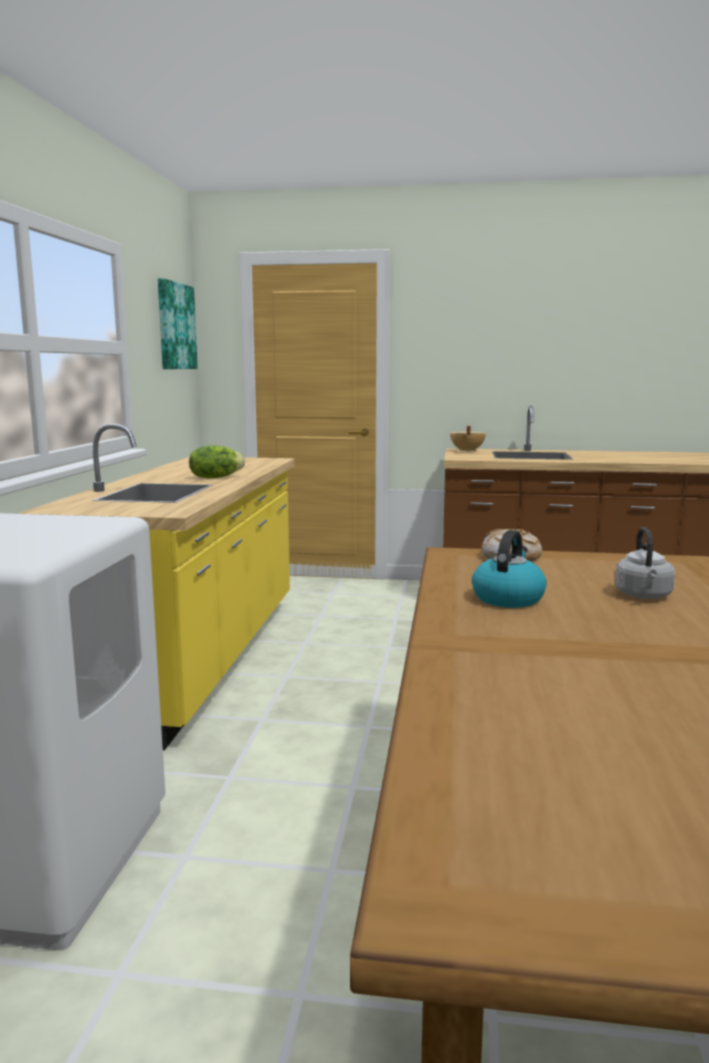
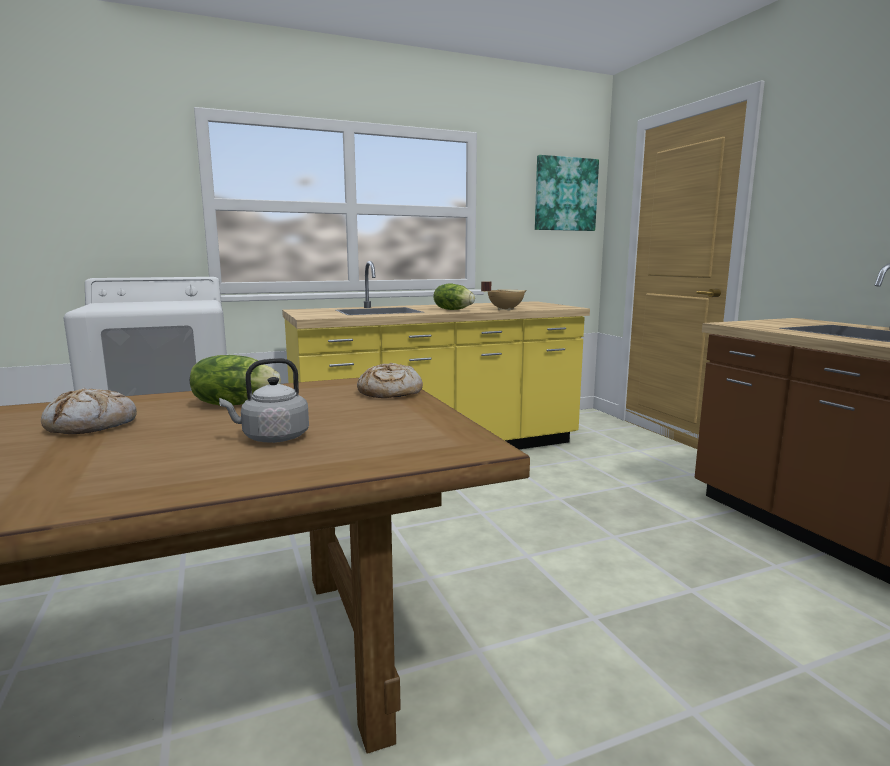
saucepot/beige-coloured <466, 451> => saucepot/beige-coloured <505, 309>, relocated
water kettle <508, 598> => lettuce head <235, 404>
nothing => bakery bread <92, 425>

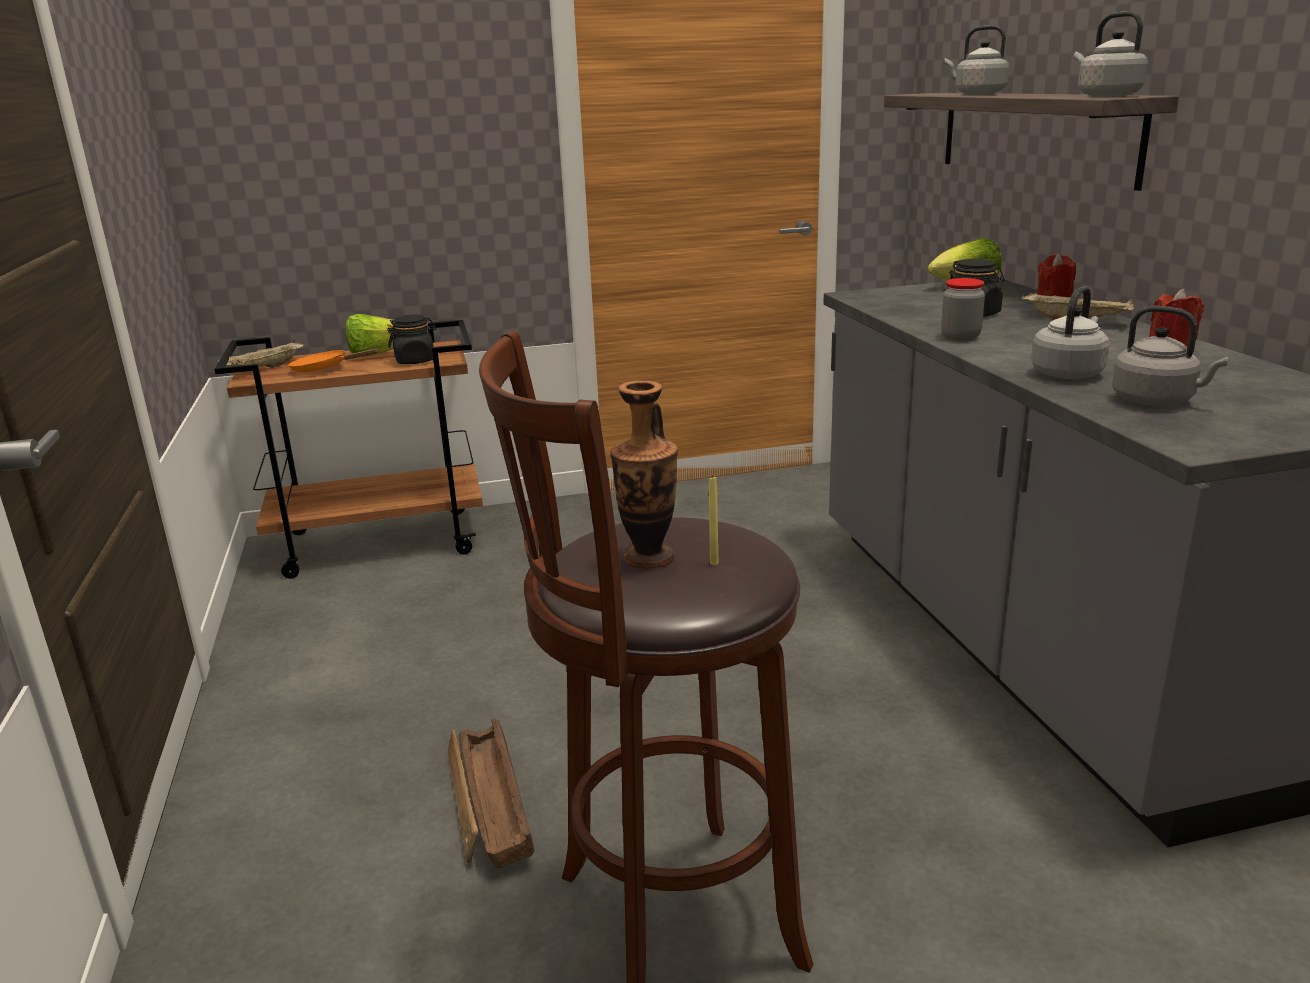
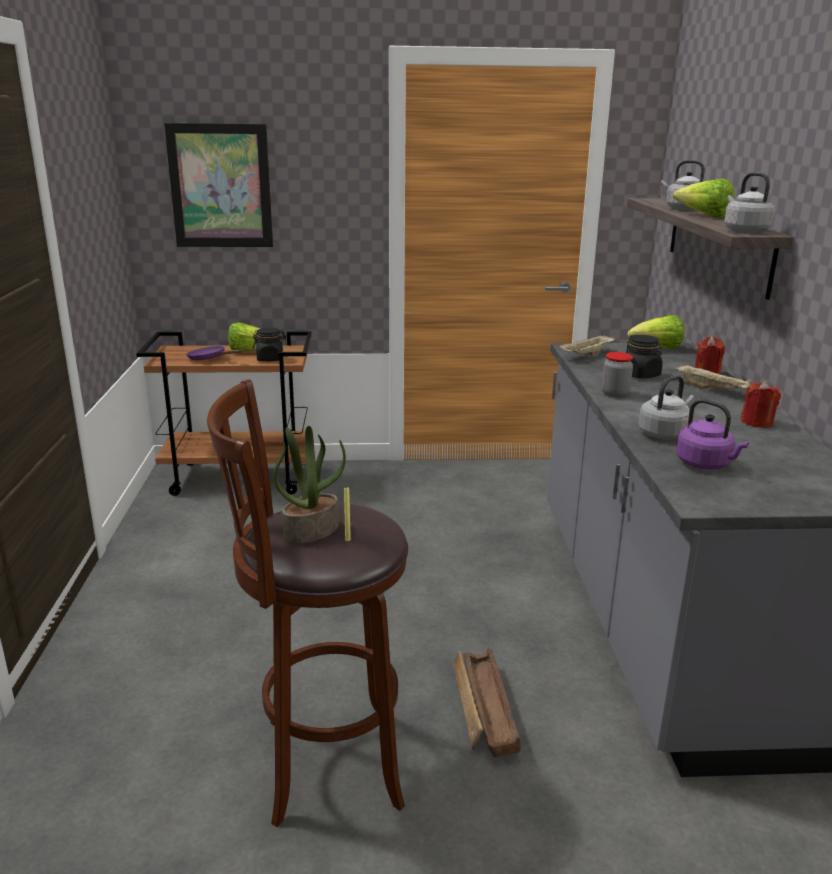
carrying tray/beige-coloured <265, 368> => carrying tray/beige-coloured <586, 355>, relocated
pan/orangey <325, 369> => pan/purple <210, 359>
packing crate <489, 806> => packing crate <484, 710>, relocated
decorative vase <648, 558> => potted plant <311, 530>
water kettle/gray <1157, 401> => water kettle/purple <706, 464>
nothing => picture <220, 186>
nothing => lettuce head <704, 216>

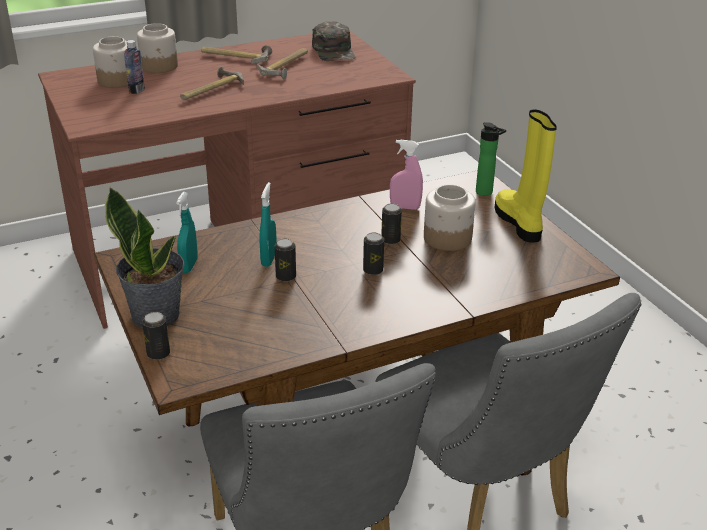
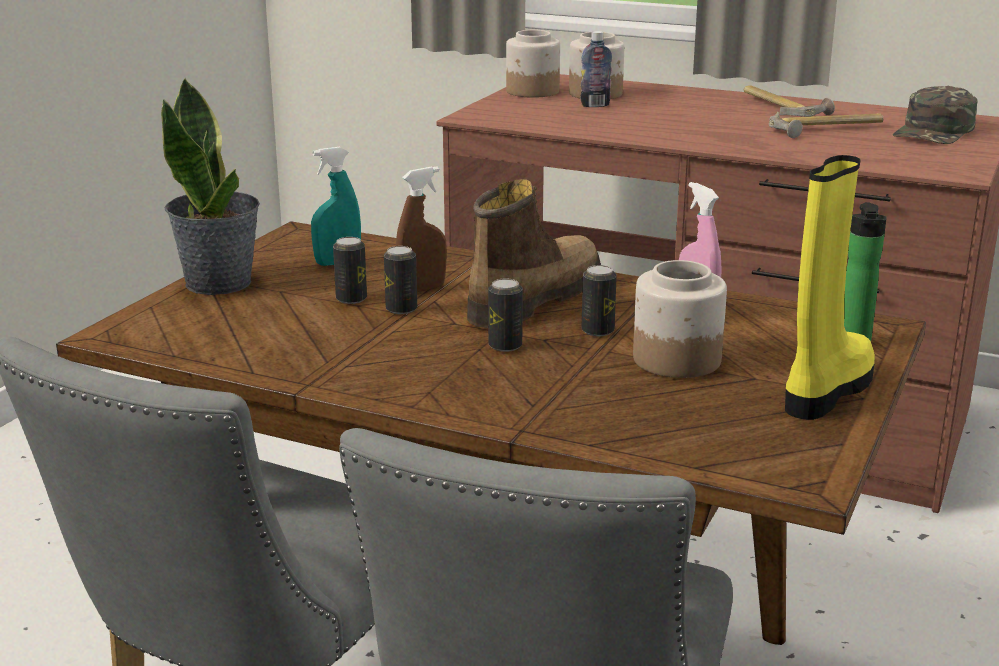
jar <159, 66> => jar <532, 91>, relocated
can <158, 354> => can <351, 299>, relocated
tool hammer <210, 89> => nothing
hand sprayer/turquoise <268, 259> => hand sprayer/brownish <422, 289>
nothing => boot <532, 299>

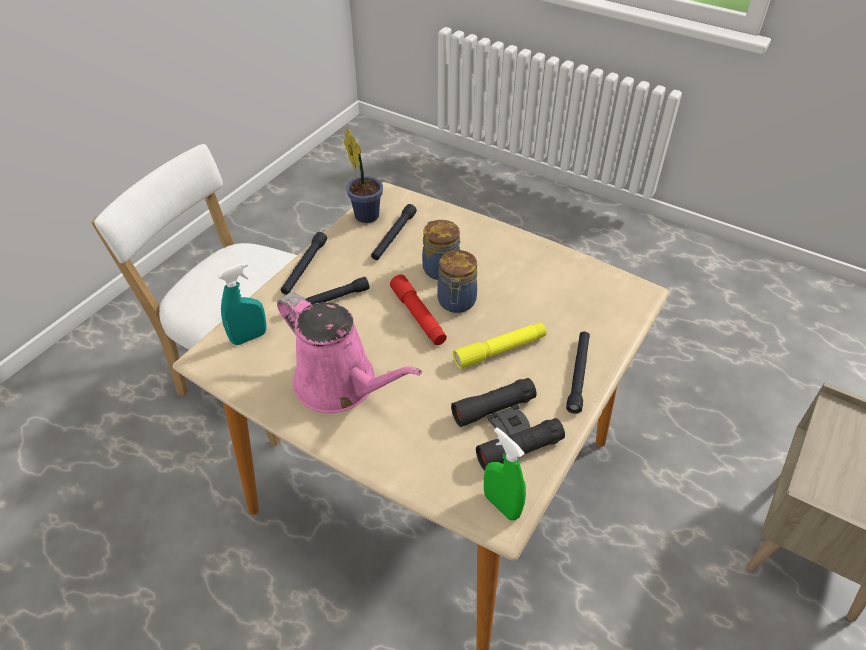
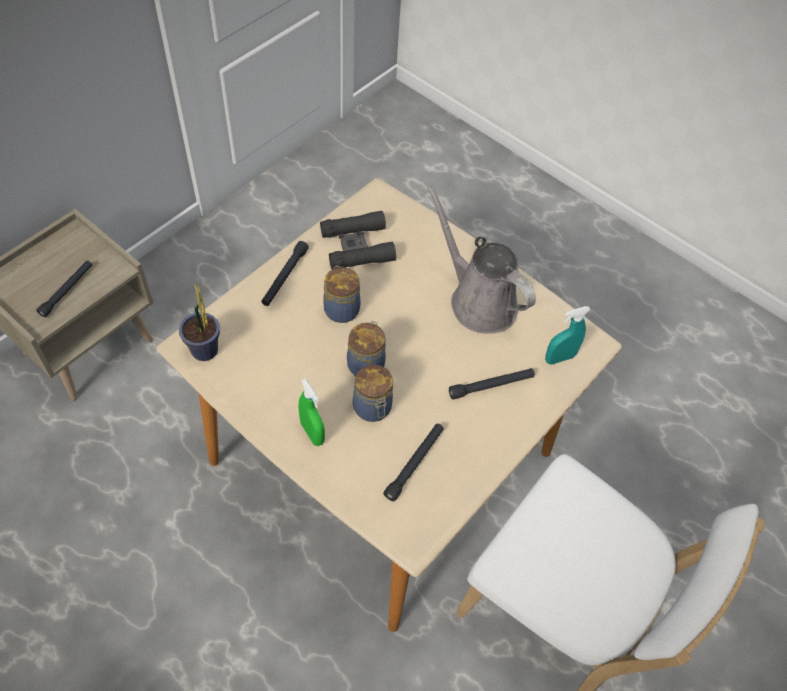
sprinkling can/pink <341, 385> => sprinkling can/gray <478, 300>
flashlight/black <304, 268> => flashlight/black <67, 291>, relocated
potted plant <365, 214> => potted plant <205, 353>, relocated
flashlight/red-coloured <418, 316> => nothing
flashlight/yellow <500, 350> => jar <341, 308>
hand sprayer/green <501, 505> => hand sprayer/green <312, 433>, relocated

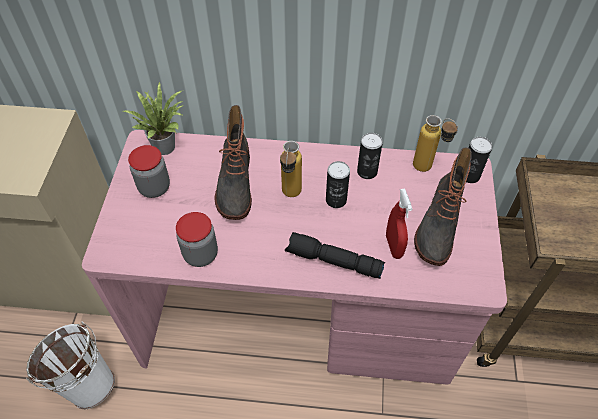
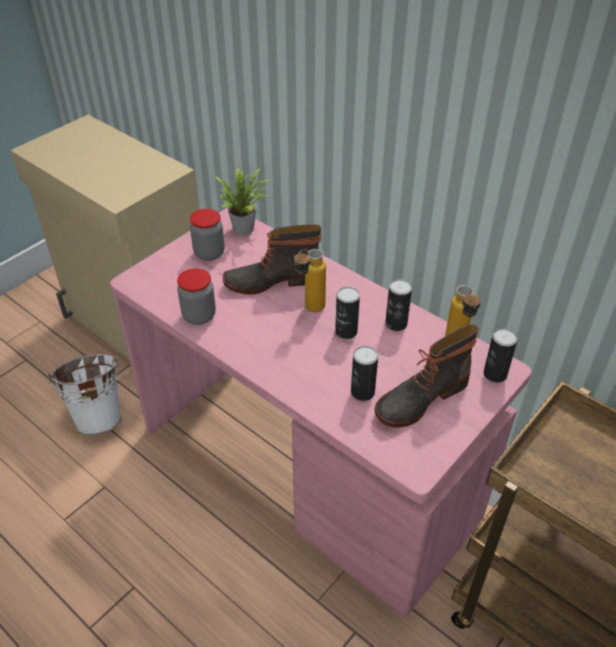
boot <234, 185> => boot <272, 280>, 45 degrees clockwise
flashlight/black <333, 261> => nothing
hand sprayer/red-coloured <393, 246> => can <362, 392>

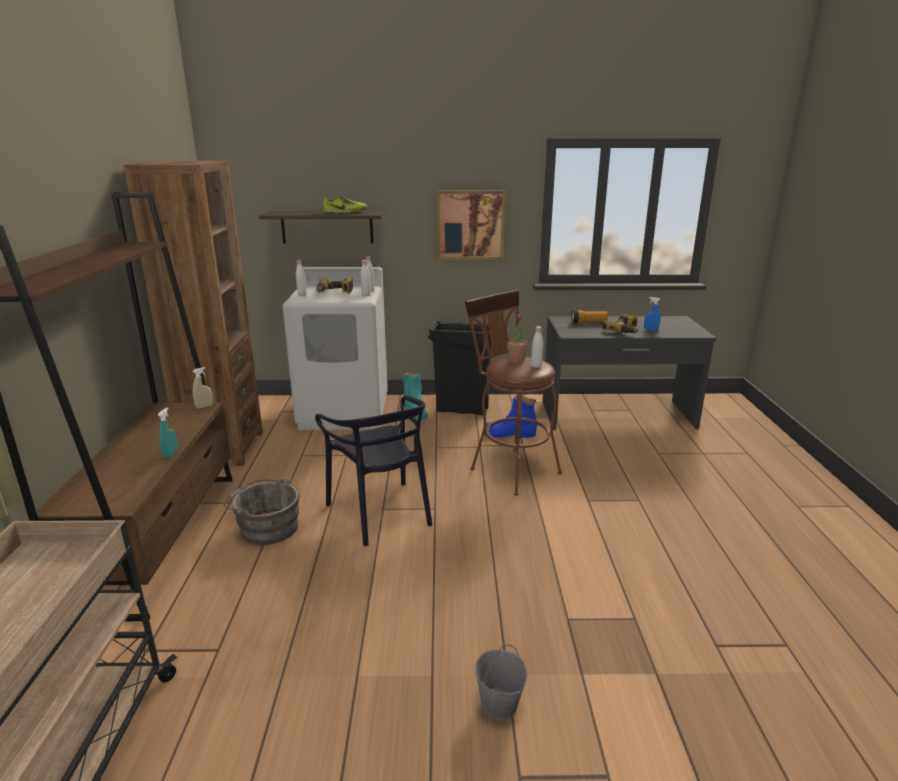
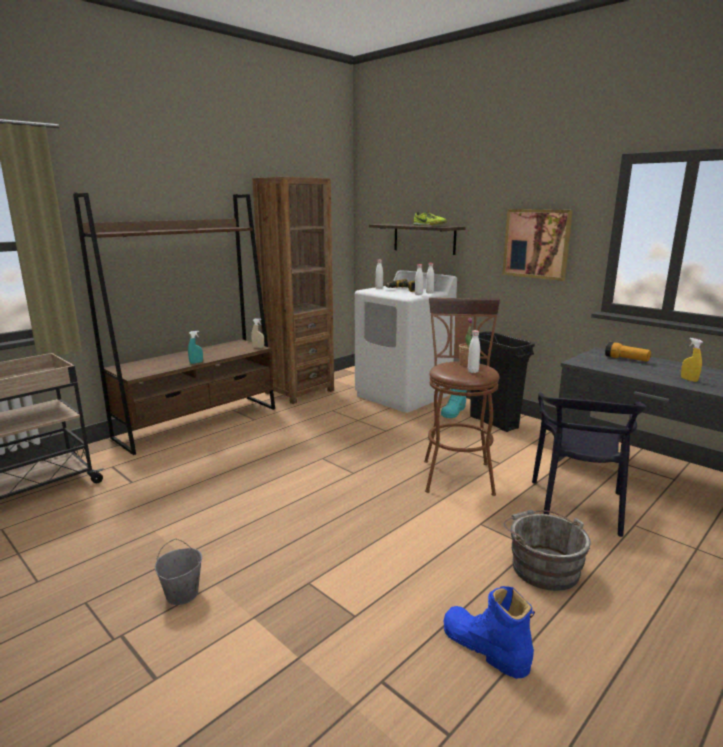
water bucket/gray <266, 527> => water bucket/gray <542, 566>, relocated
upright chair/black <381, 512> => upright chair/black <577, 506>, relocated
boot/blue <510, 434> => boot/blue <485, 647>, relocated
drill <624, 330> => nothing
hand sprayer/blue <650, 330> => hand sprayer/yellow <689, 380>

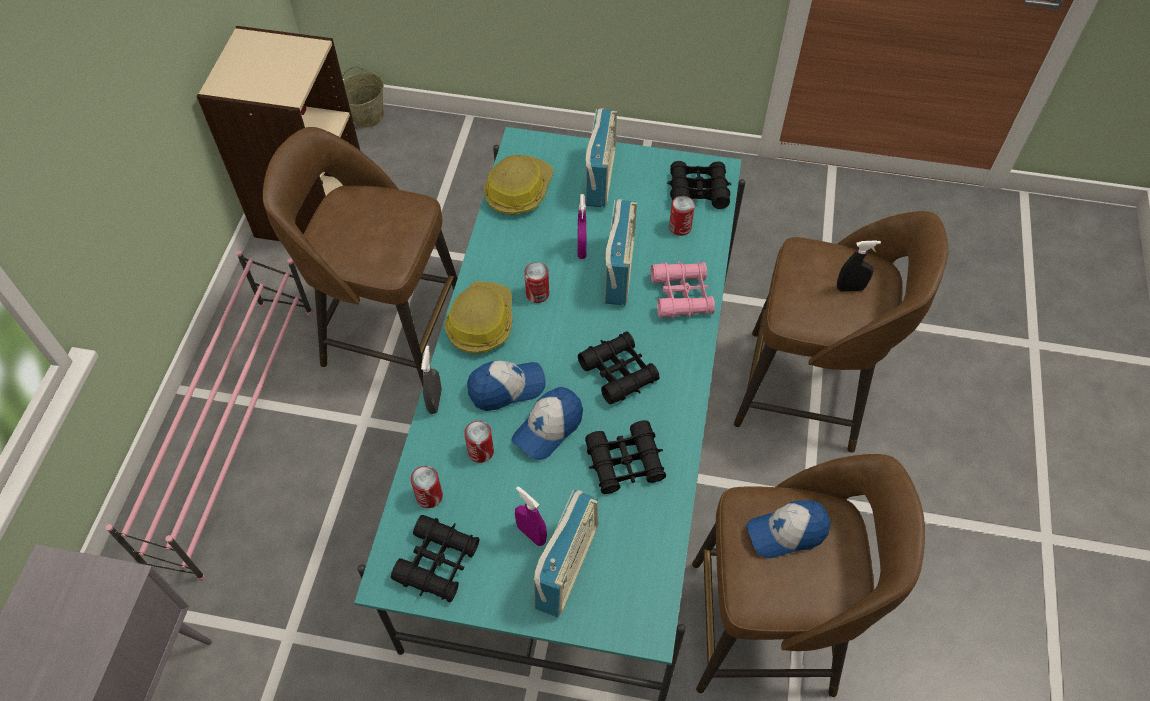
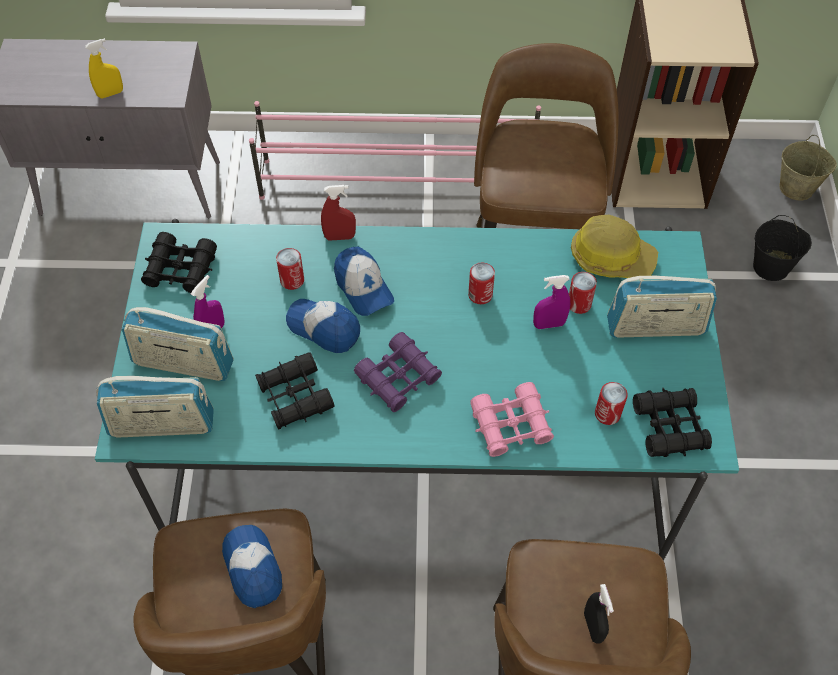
can <429, 496> => can <579, 304>, relocated
hand sprayer/gray <434, 401> => hand sprayer/red-coloured <339, 237>
safety helmet <480, 323> => nothing
pair of binoculars/black <618, 372> => pair of binoculars/purple <398, 378>
radio set <618, 271> => radio set <162, 425>, relocated
nothing => hand sprayer/yellow <110, 93>
nothing => water bucket/black <771, 267>

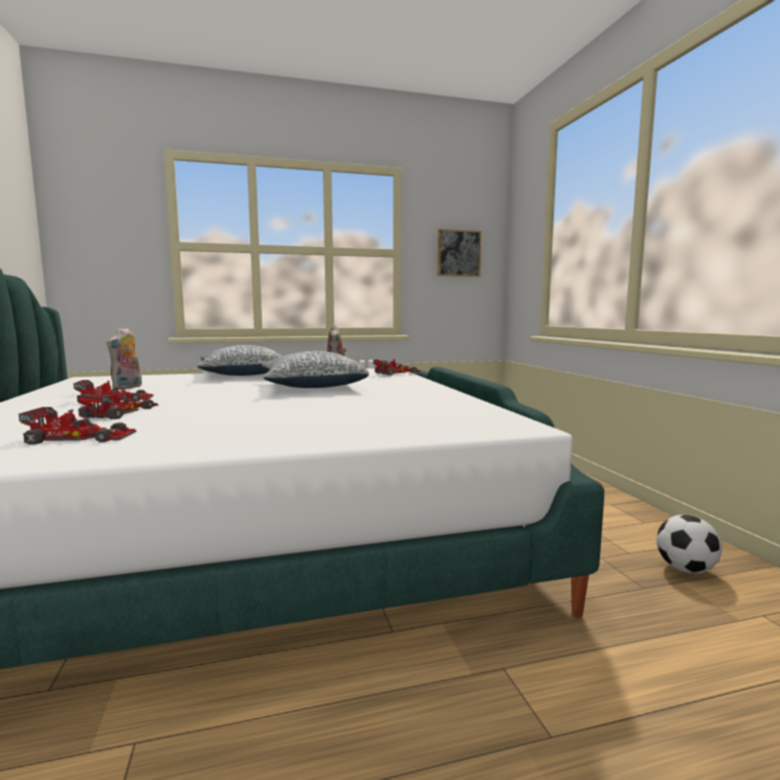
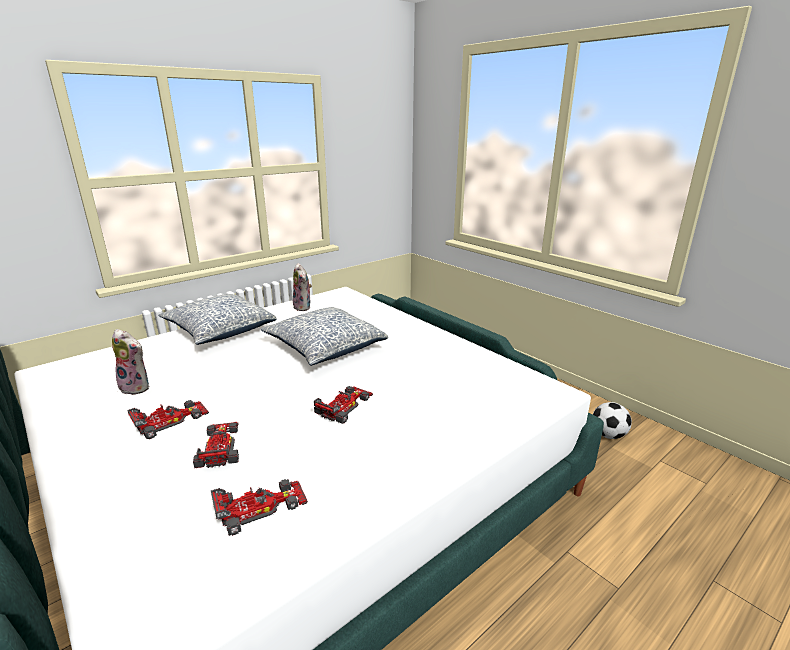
cuddly toy <127, 387> => cuddly toy <137, 387>, 60 degrees counterclockwise
model car <397, 372> => model car <344, 406>, relocated
picture <458, 253> => nothing

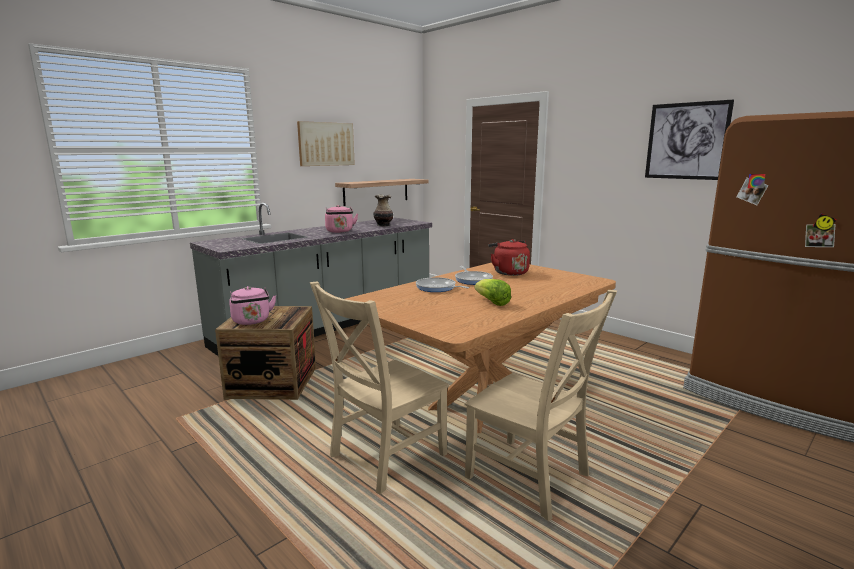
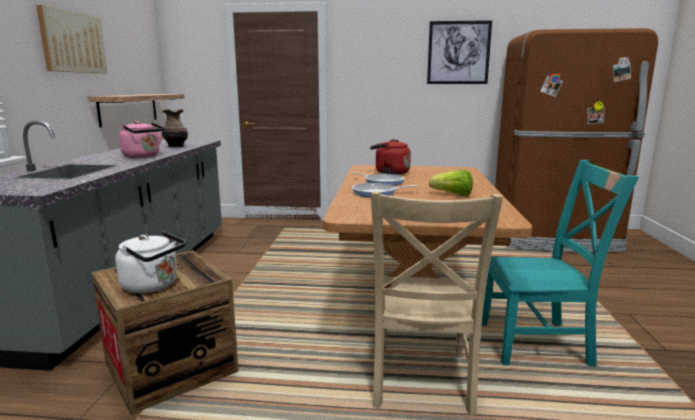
water kettle/pink <252, 321> => water kettle/white-coloured <153, 286>
upright chair/beige-coloured <531, 479> => upright chair/turquoise <538, 343>

